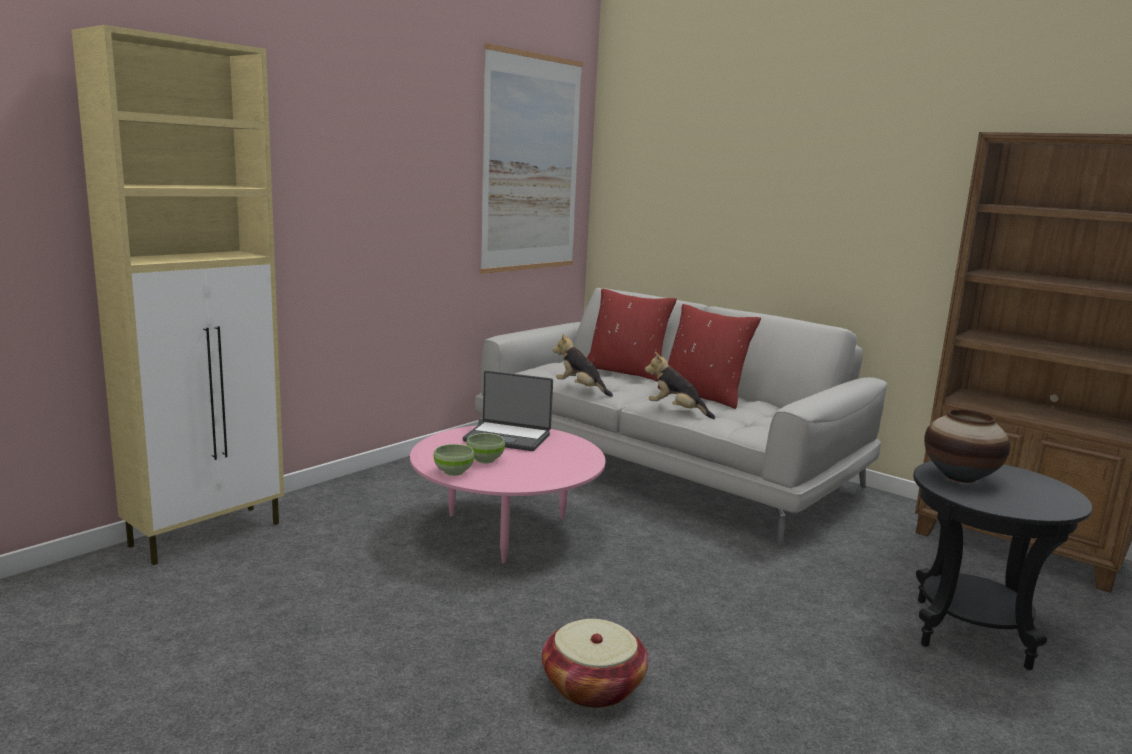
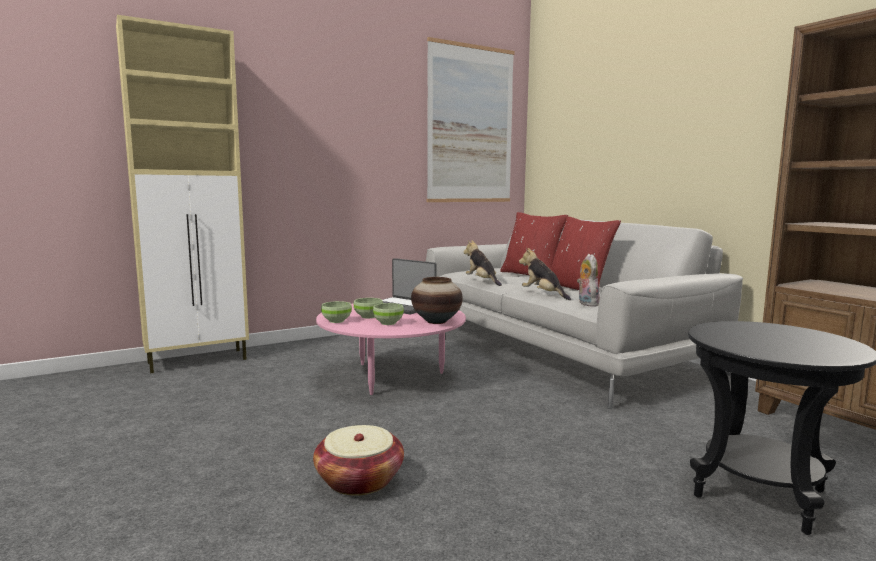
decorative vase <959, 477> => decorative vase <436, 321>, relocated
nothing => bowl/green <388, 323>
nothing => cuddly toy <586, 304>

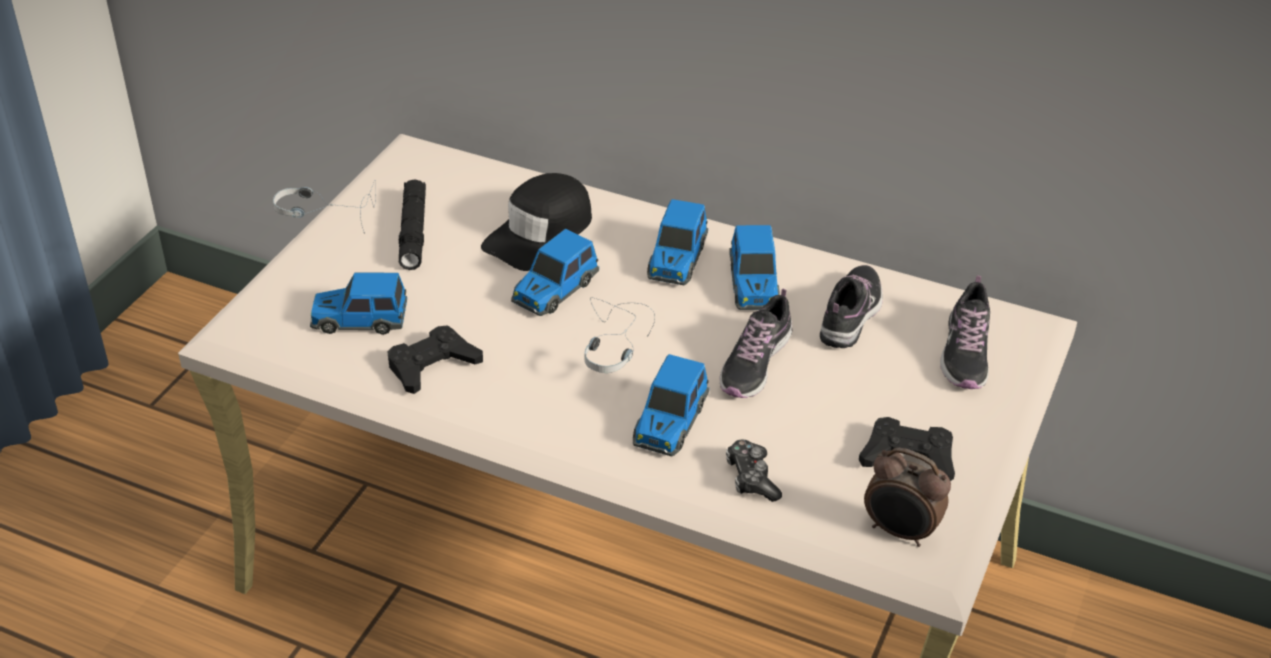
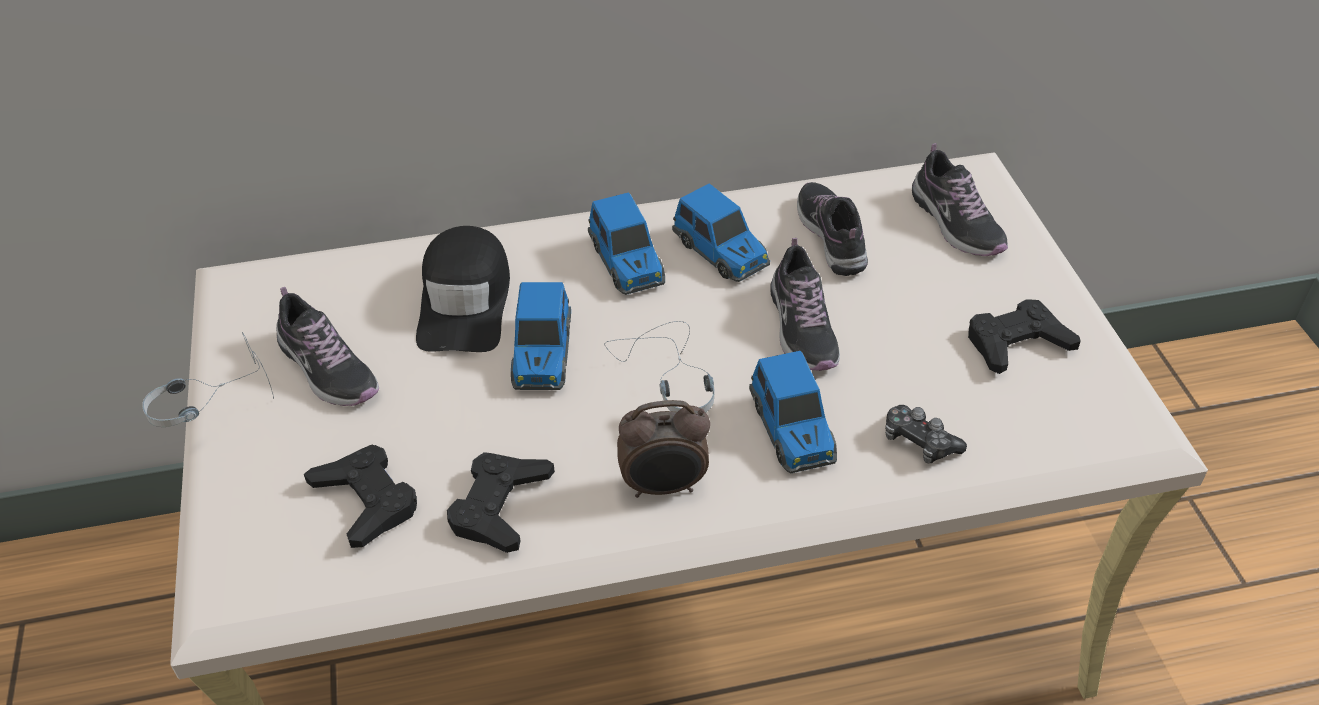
model car <359, 320> => joypad/black <366, 500>
flashlight/black <413, 231> => item of footwear <327, 369>
alarm clock <900, 532> => alarm clock <664, 487>, relocated

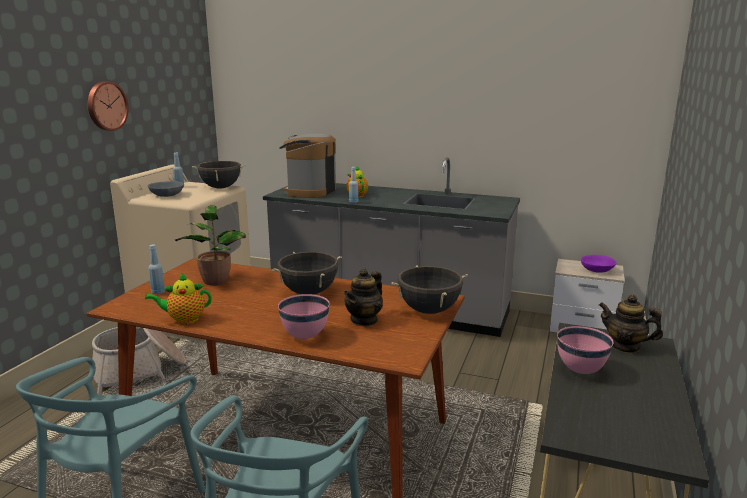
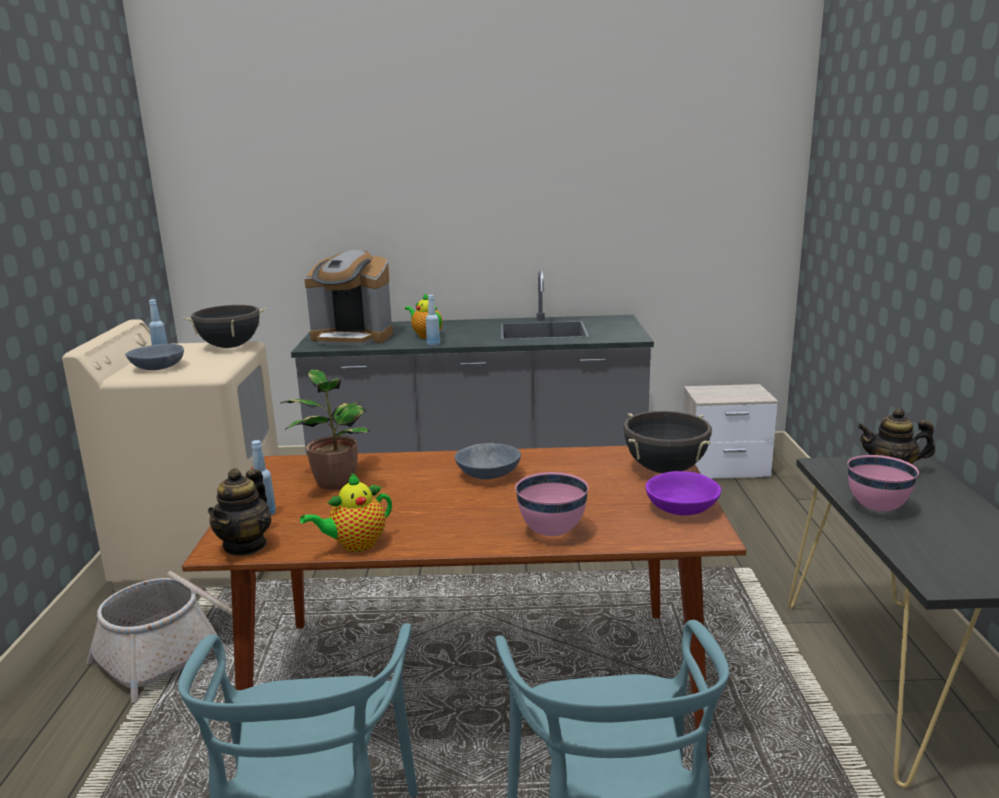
wall clock <106, 106> => nothing
saucepot/black <308, 292> => bowl/gray <488, 475>
coffee brewer <309, 191> => coffee brewer <352, 338>, 75 degrees counterclockwise
pot for tea <364, 320> => pot for tea <245, 545>, relocated
bowl/purple <597, 270> => bowl/purple <682, 508>, relocated

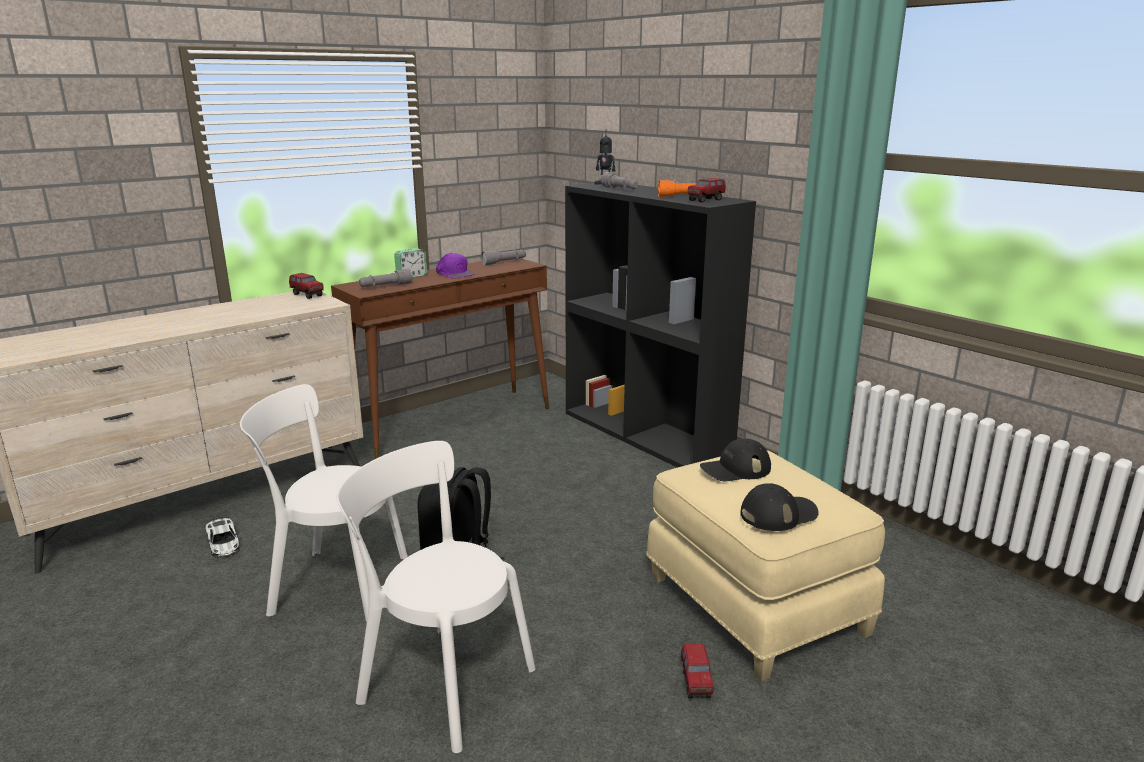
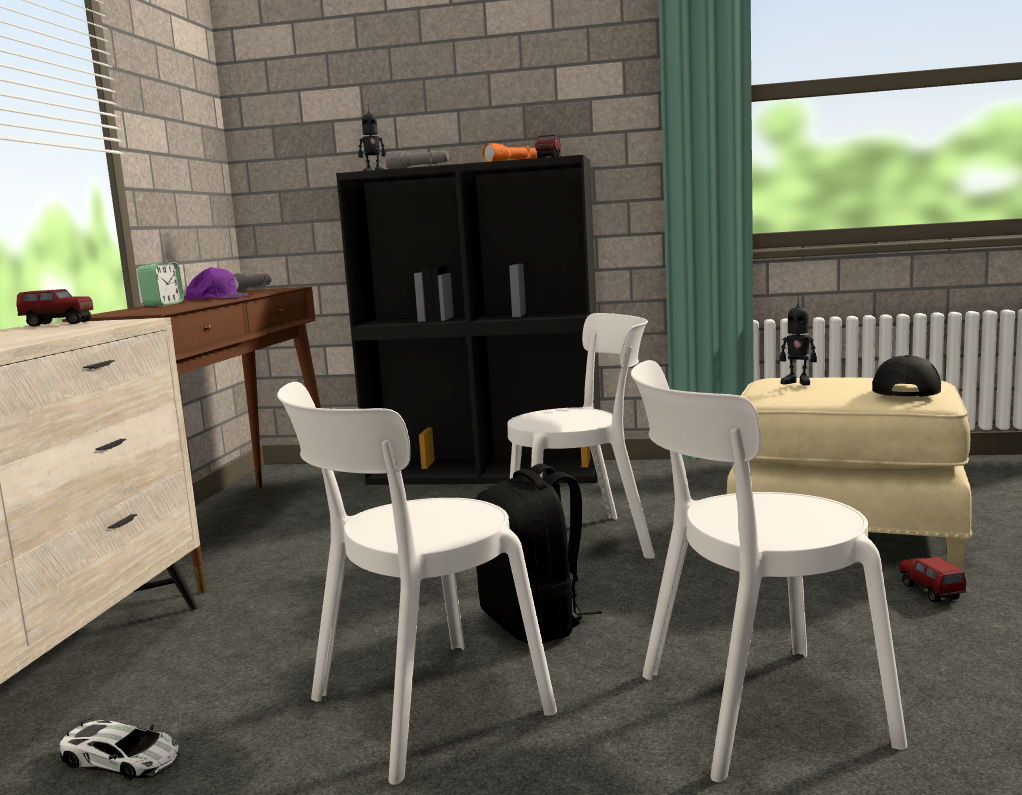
flashlight/gray <385, 286> => nothing
model truck <696, 683> => model truck <930, 593>, 150 degrees counterclockwise
peaked cap/black <735, 469> => robot figure <797, 382>
nothing => upright chair/white-coloured <584, 542>

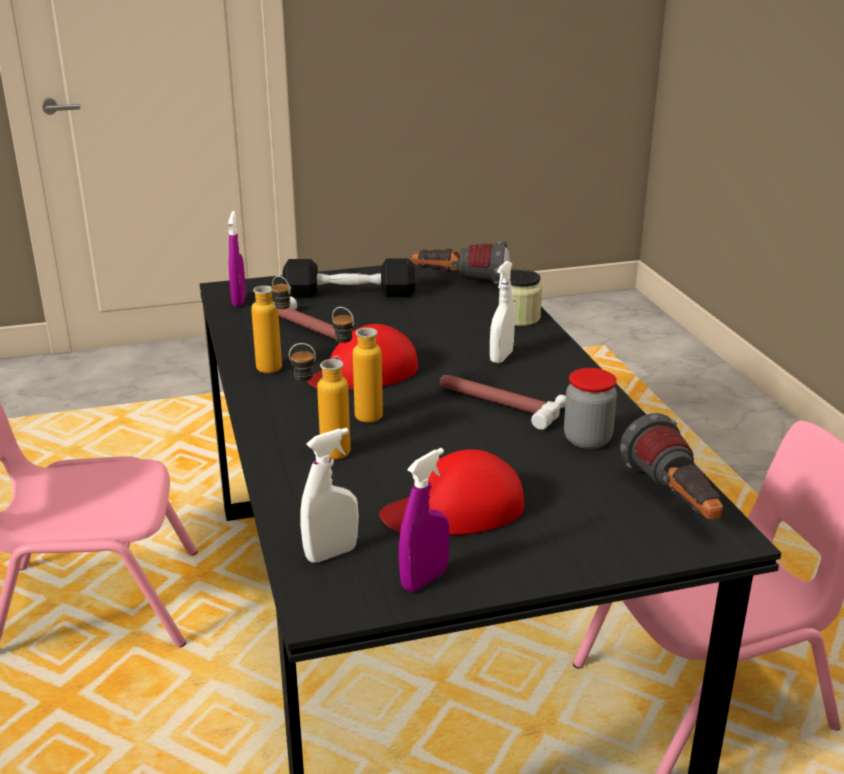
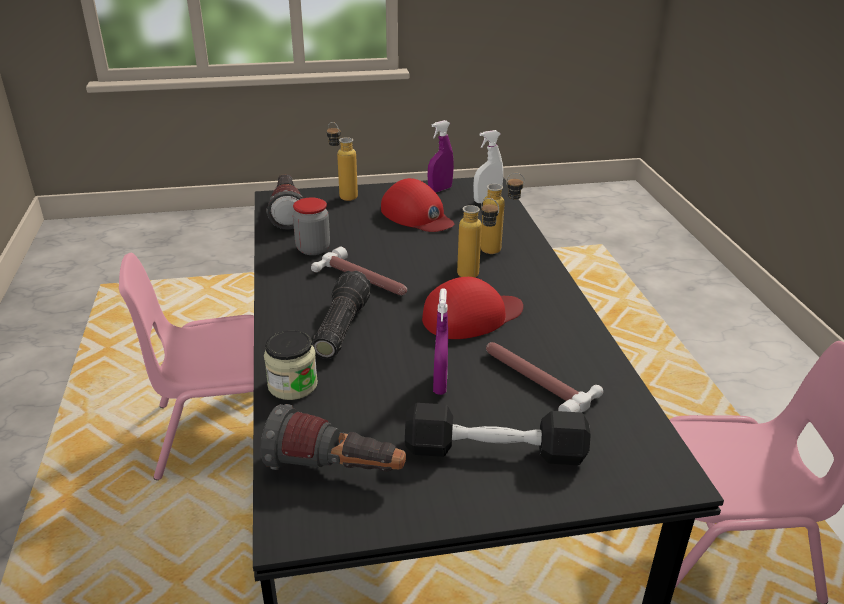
hand sprayer/purple <239, 300> => hand sprayer/purple <440, 384>, relocated
beverage bottle <277, 371> => beverage bottle <343, 195>, relocated
peaked cap/red-coloured <455, 509> => peaked cap/red-coloured <417, 216>, 60 degrees clockwise
hand sprayer/white-coloured <501, 357> => flashlight <339, 327>

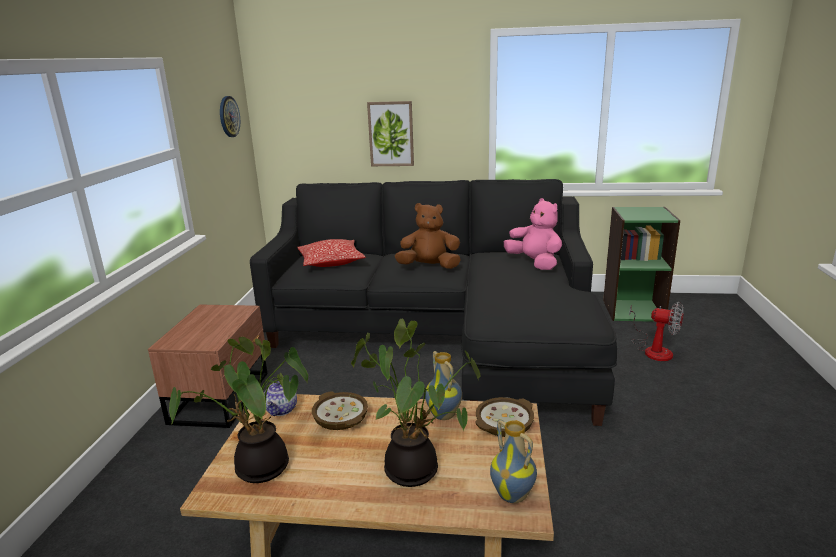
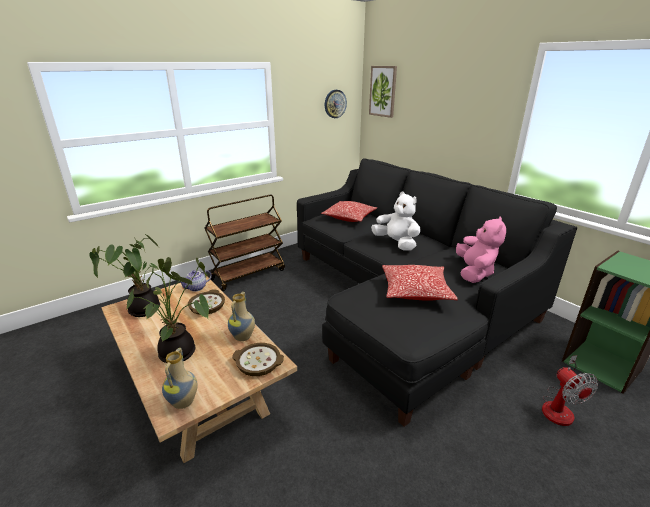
night table/brownish <223, 396> => trolley/brownish <248, 274>
picture <391, 134> => picture <383, 91>, relocated
cuddly toy/brownish <429, 267> => cuddly toy/white-coloured <396, 243>
nothing => throw pillow <415, 291>

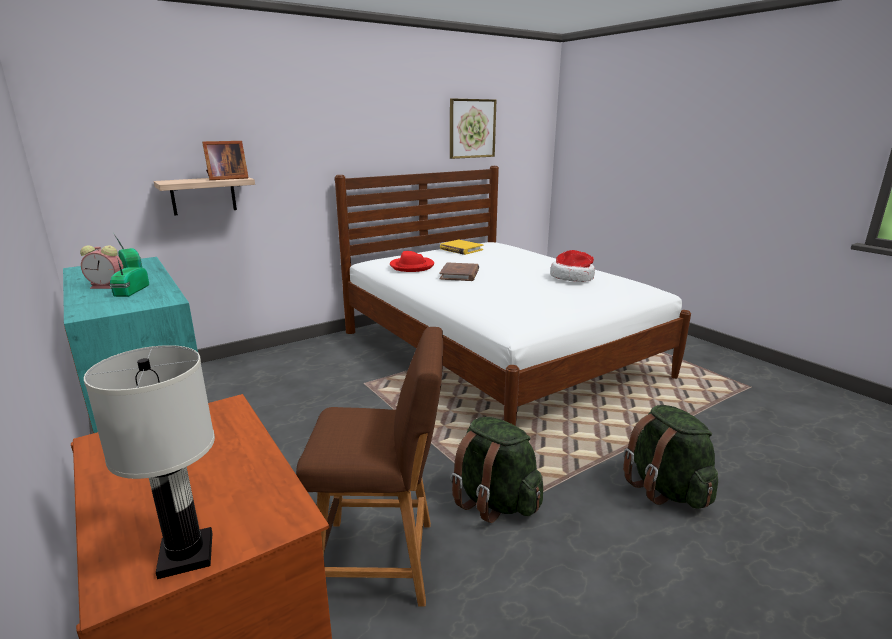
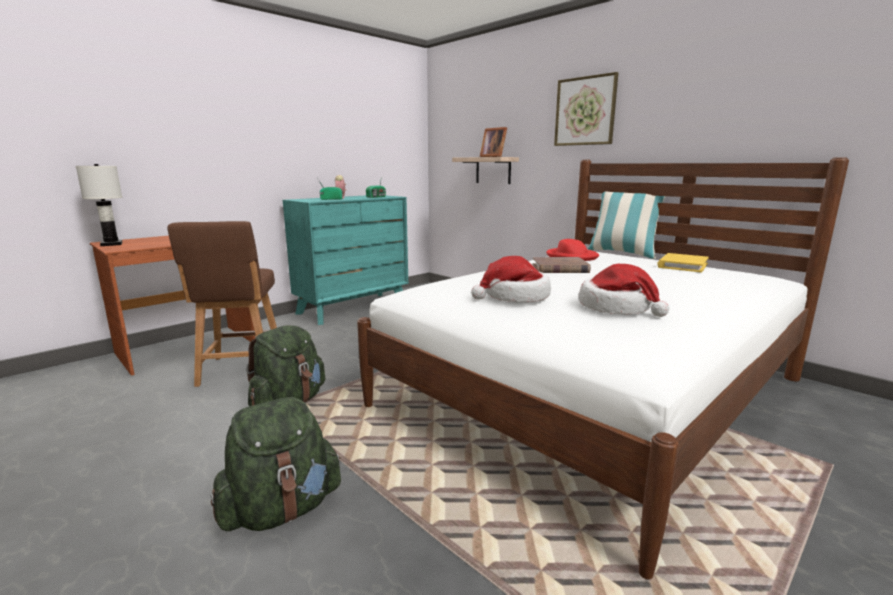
picture <472, 128> => picture <585, 111>, relocated
nothing => wearable hat <514, 297>
nothing => throw pillow <623, 253>

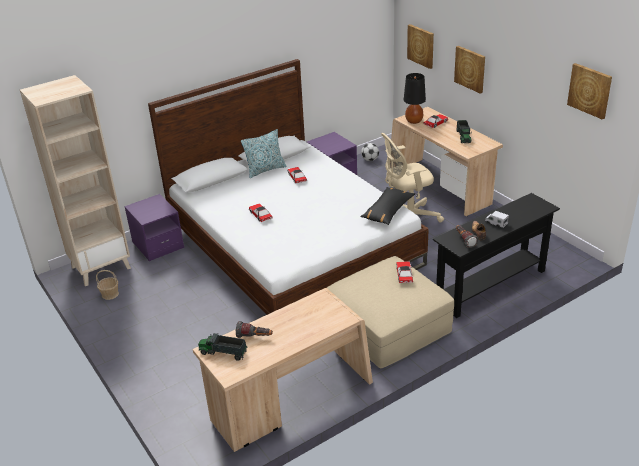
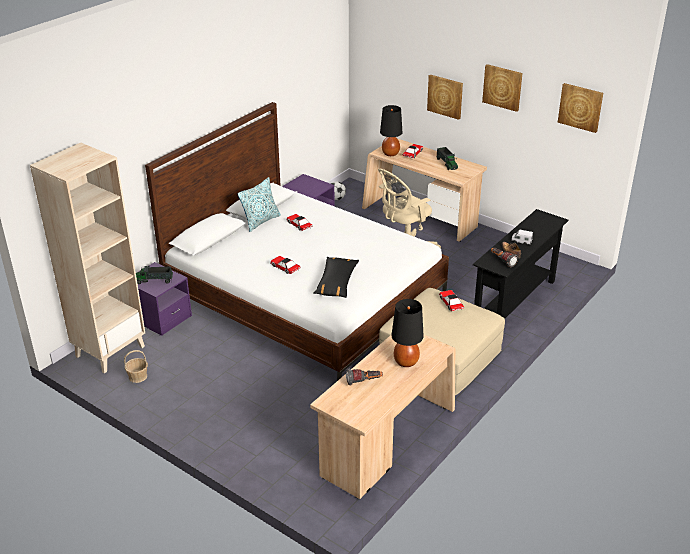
model truck <223, 353> => model truck <154, 280>, relocated
throw pillow/black <387, 211> => throw pillow/black <336, 283>, relocated
picture <421, 46> => picture <502, 87>, relocated
nothing => table lamp/black <406, 362>

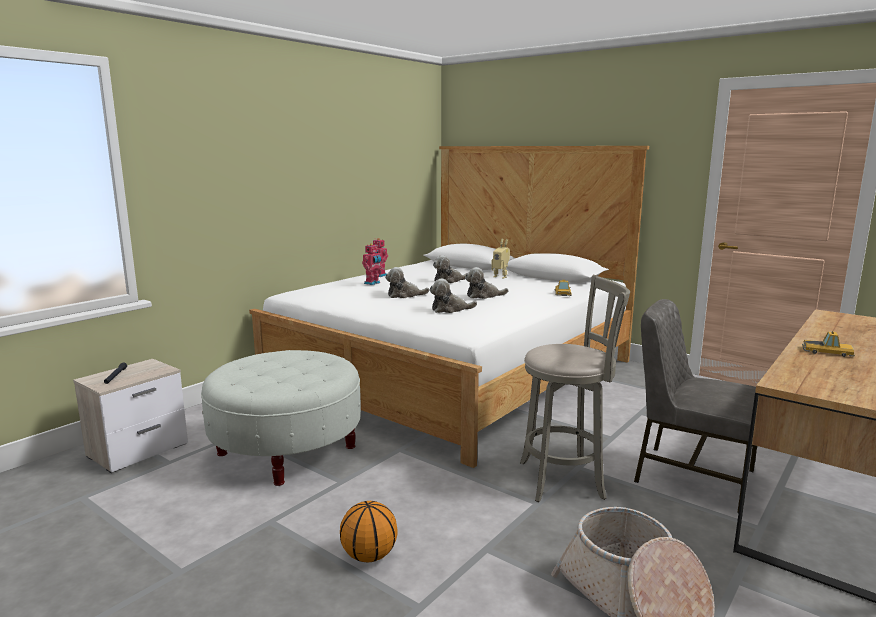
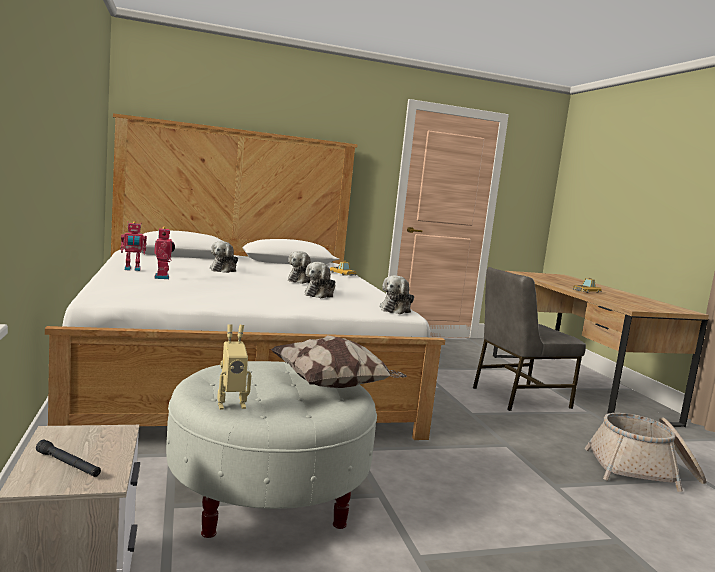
basketball <369, 556> => nothing
cuddly toy <404, 295> => cuddly toy <396, 309>, relocated
robot figure <501, 276> => robot figure <230, 404>, relocated
stool seat/gray <566, 479> => nothing
nothing => throw pillow <334, 386>

